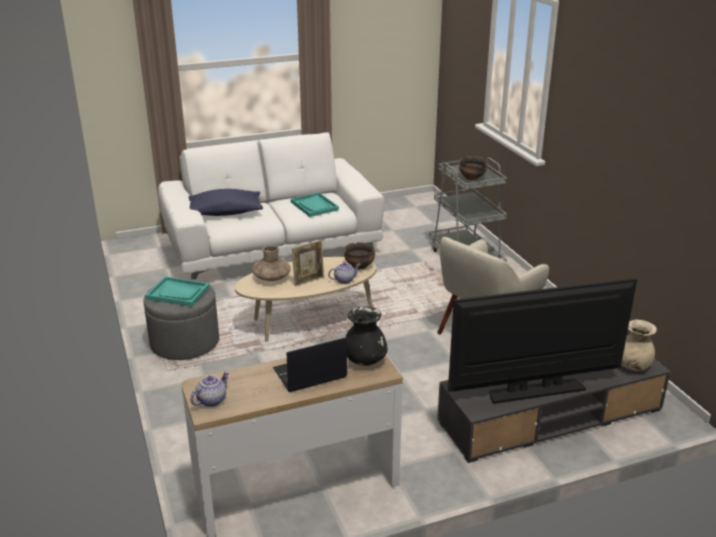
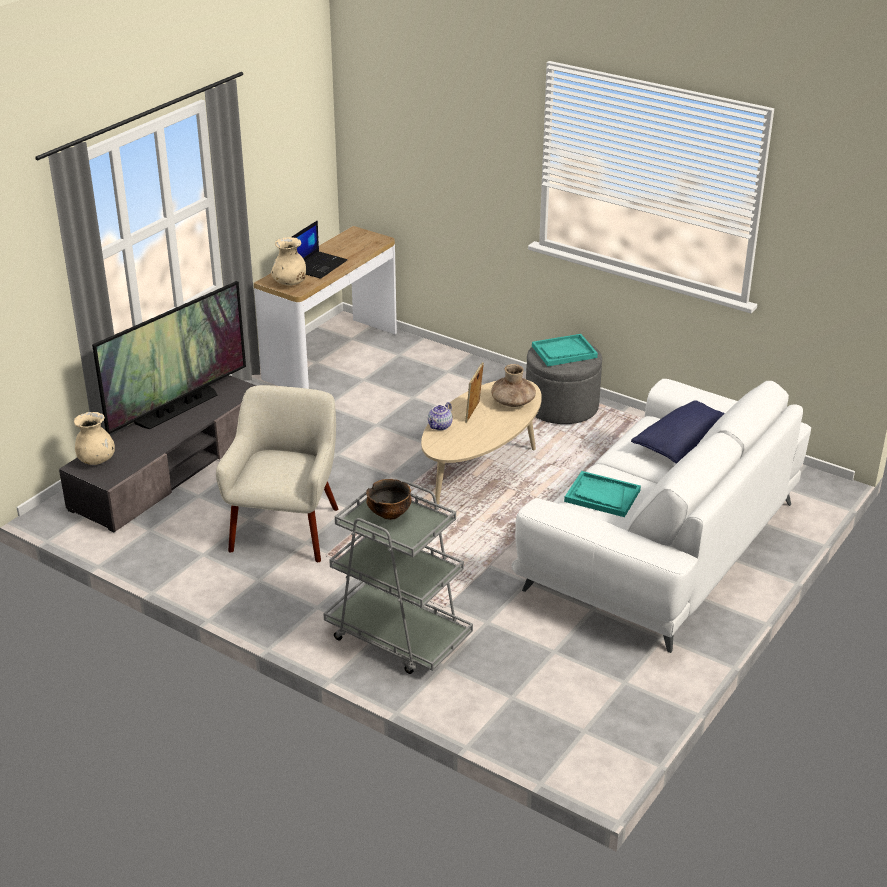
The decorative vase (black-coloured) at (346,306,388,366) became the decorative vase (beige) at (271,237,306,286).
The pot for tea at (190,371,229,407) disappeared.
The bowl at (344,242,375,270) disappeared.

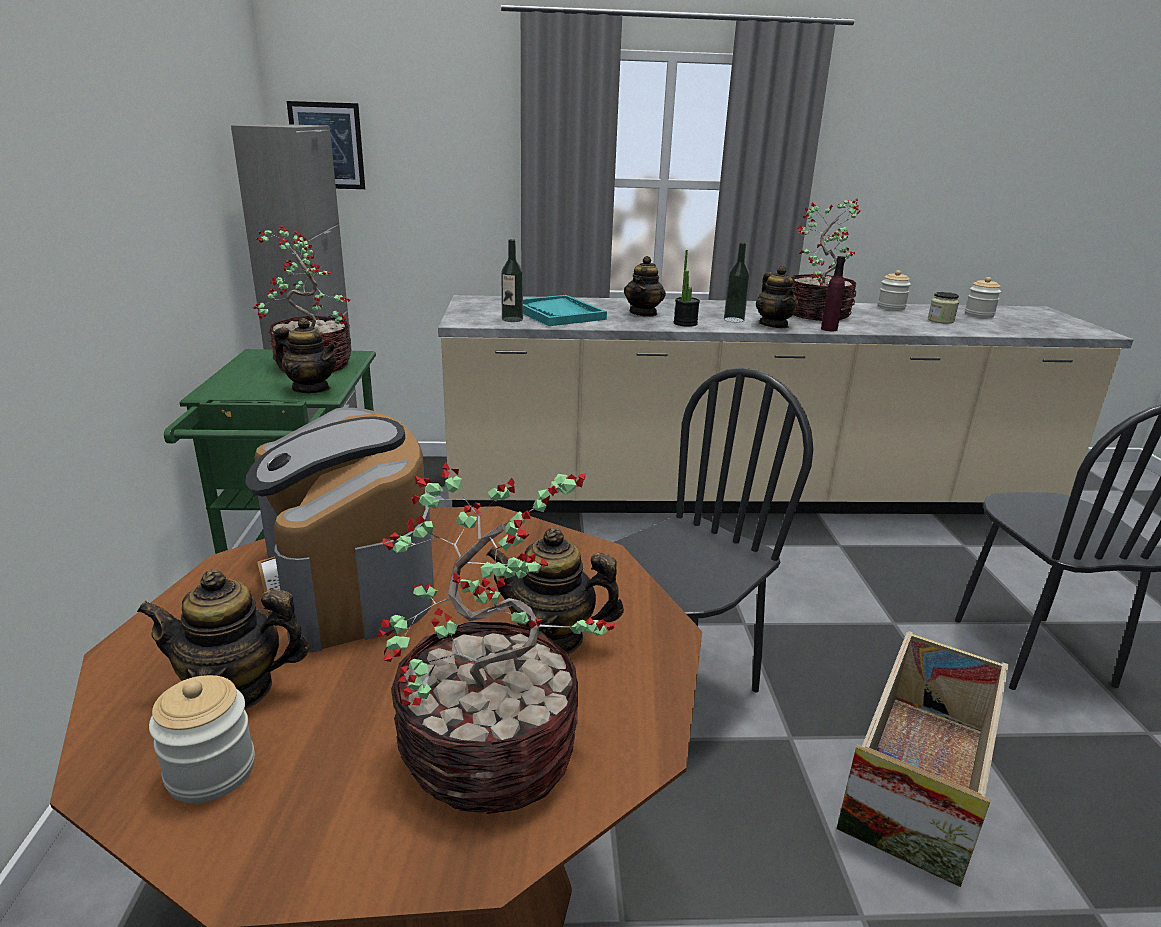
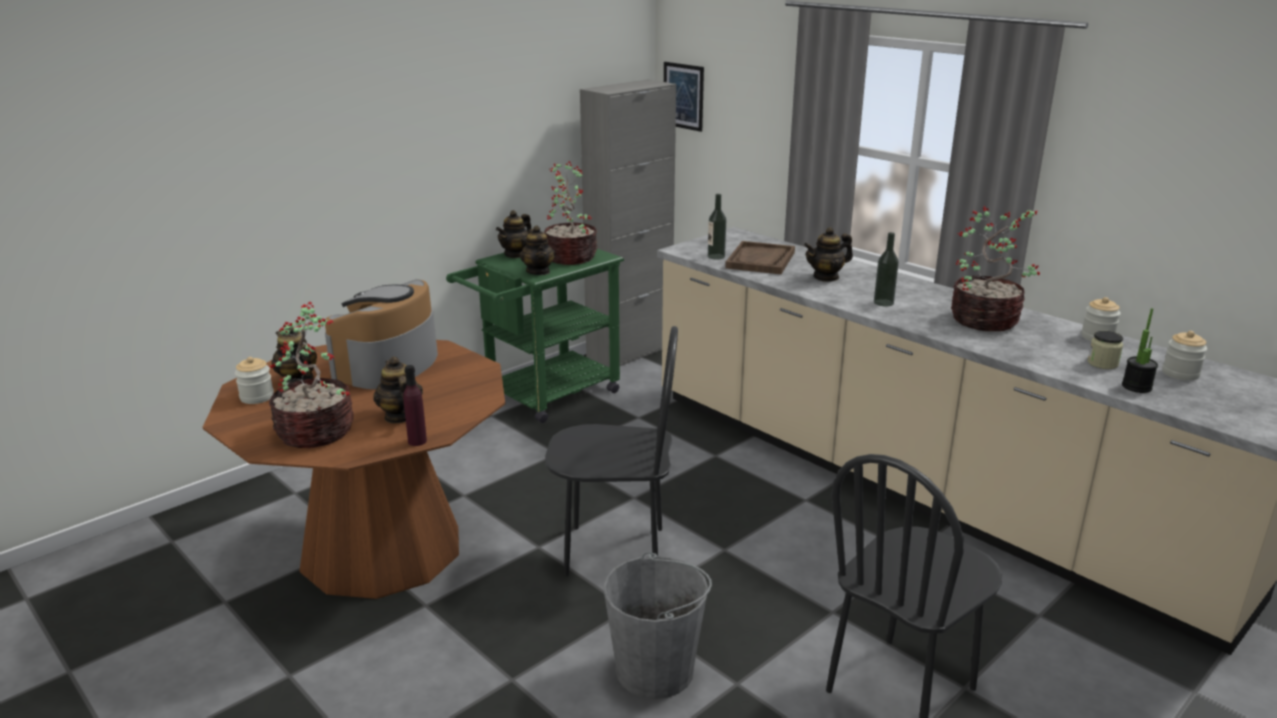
The drink bottle (purple) moved from (821,256,846,331) to (403,365,427,446).
The pot for tea moved from (756,266,798,328) to (496,210,531,258).
The packing crate at (837,631,1009,888) was replaced by the bucket (grey) at (603,552,712,699).
The serving tray (turquoise-coloured) at (523,295,607,326) became the serving tray (brownish) at (725,241,795,274).
The potted plant moved from (674,250,700,327) to (1122,308,1158,393).

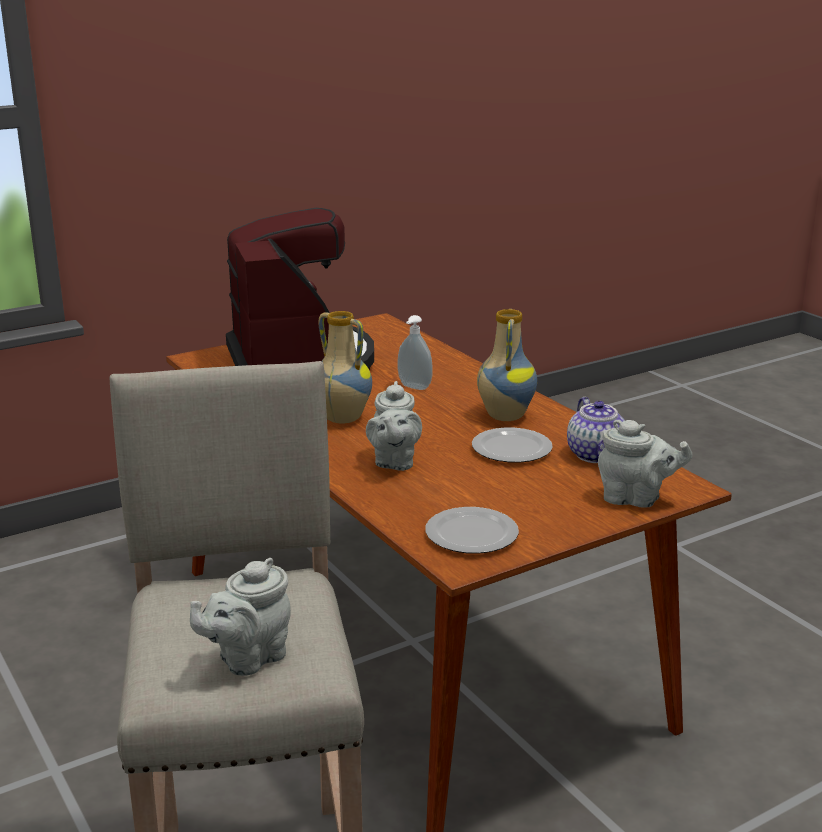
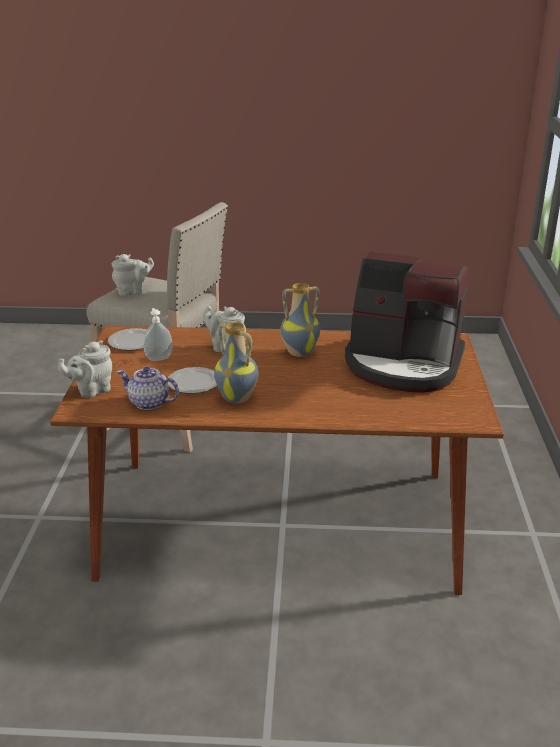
The pot for tea (grey) at (190,558,291,676) turned 75 degrees clockwise.
The soap dispenser moved from (397,315,433,390) to (144,308,172,361).

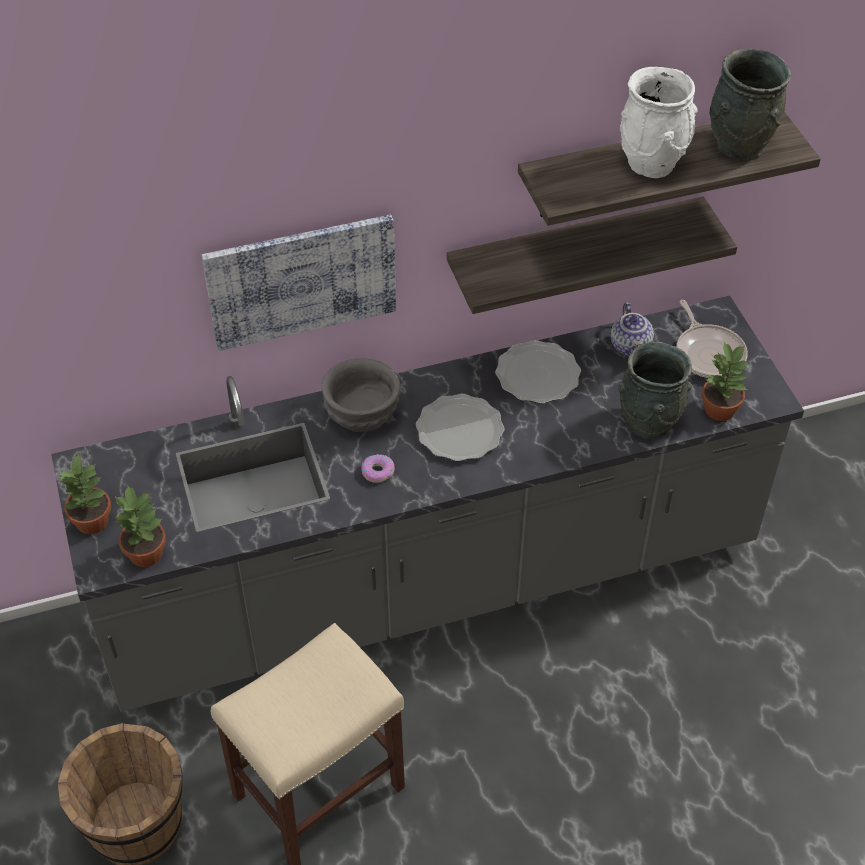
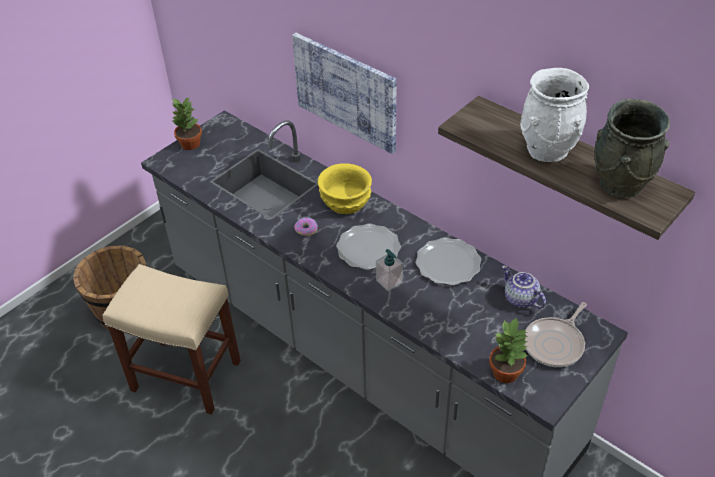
The bowl (grey) at (322,358,400,432) became the bowl (yellowish) at (318,163,372,214).
The soap dispenser at (376,249,403,291) appeared.
The pot for tea at (611,302,654,356) turned 90 degrees clockwise.
The potted plant at (114,485,166,567) disappeared.
The bracket shelf at (447,196,737,314) disappeared.
The decorative vase (grey) at (618,342,692,439) disappeared.

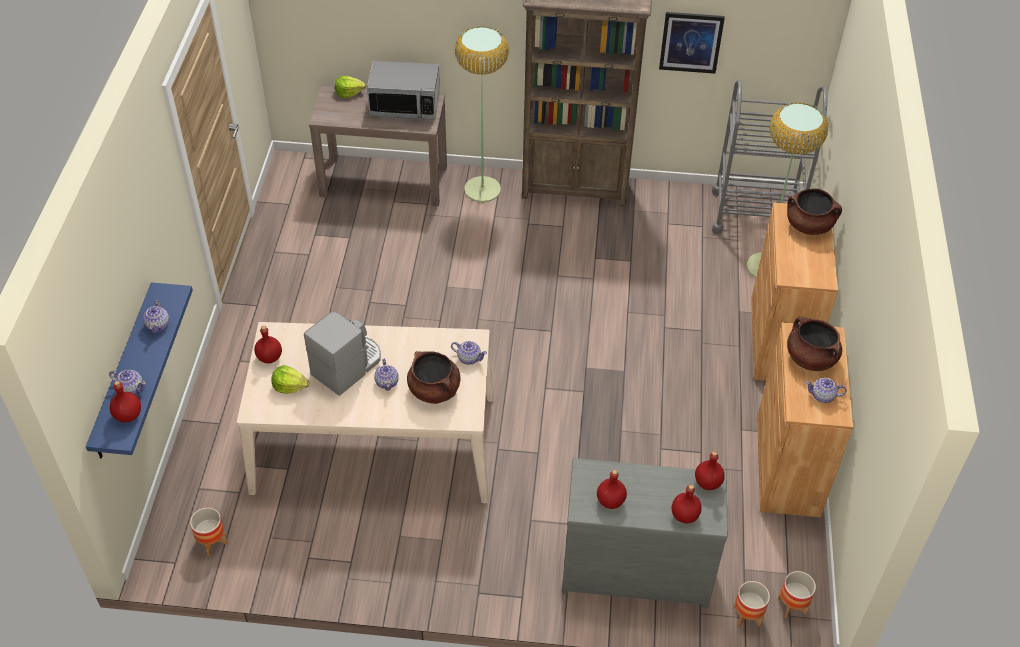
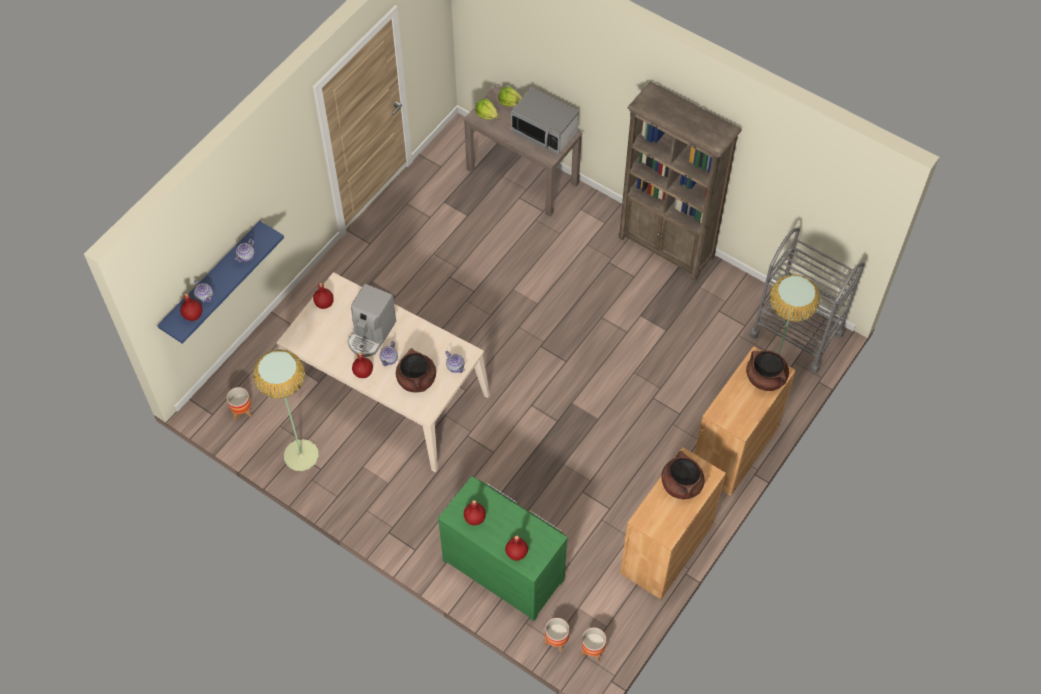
The standing lamp moved from (455,26,509,202) to (253,349,319,471).
The coffee maker at (304,312,381,396) turned 135 degrees clockwise.
The drink bottle (red-coloured) moved from (695,451,725,490) to (352,352,373,378).
The drawer chest (grey) at (562,458,727,608) became the drawer chest (green) at (438,476,568,622).
The lettuce head moved from (271,365,310,394) to (475,99,498,119).
The wall art at (659,12,725,74) disappeared.
The pot for tea at (805,378,847,403) disappeared.

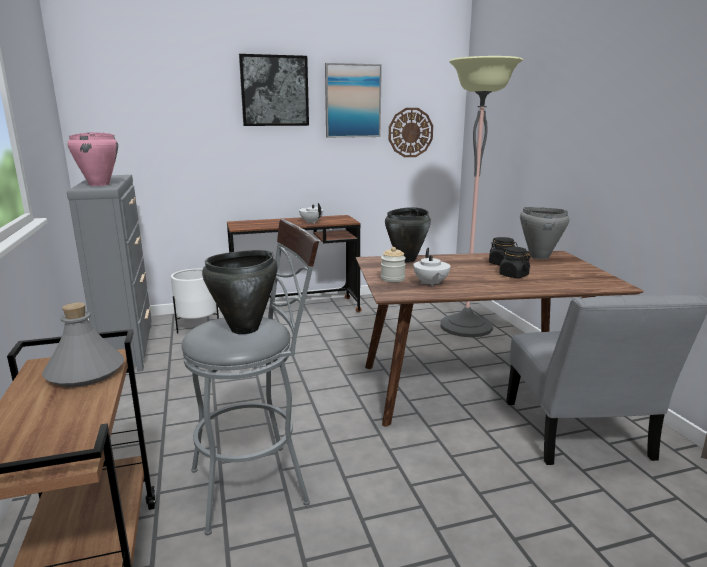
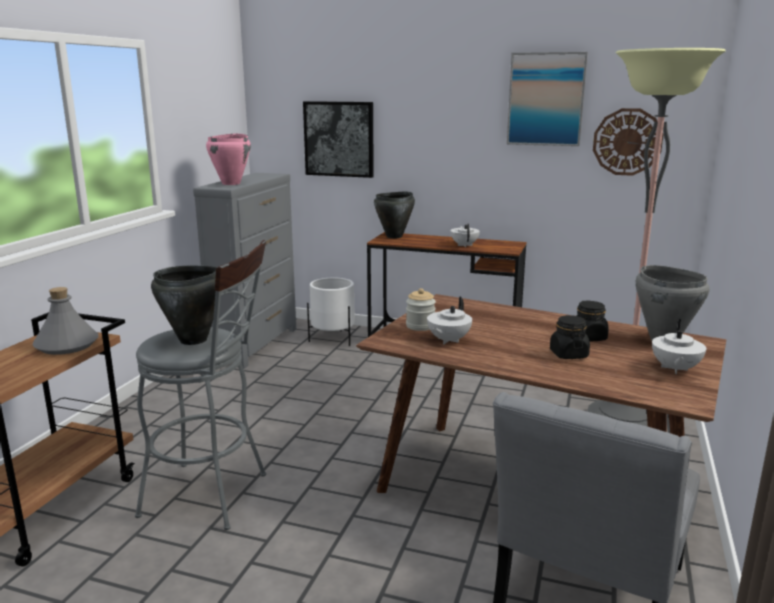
The wall art moved from (239,54,309,126) to (303,101,374,178).
The saucepot (black-coloured) moved from (385,207,431,262) to (374,192,415,238).
The pot for tea (white) at (652,319,706,374) appeared.

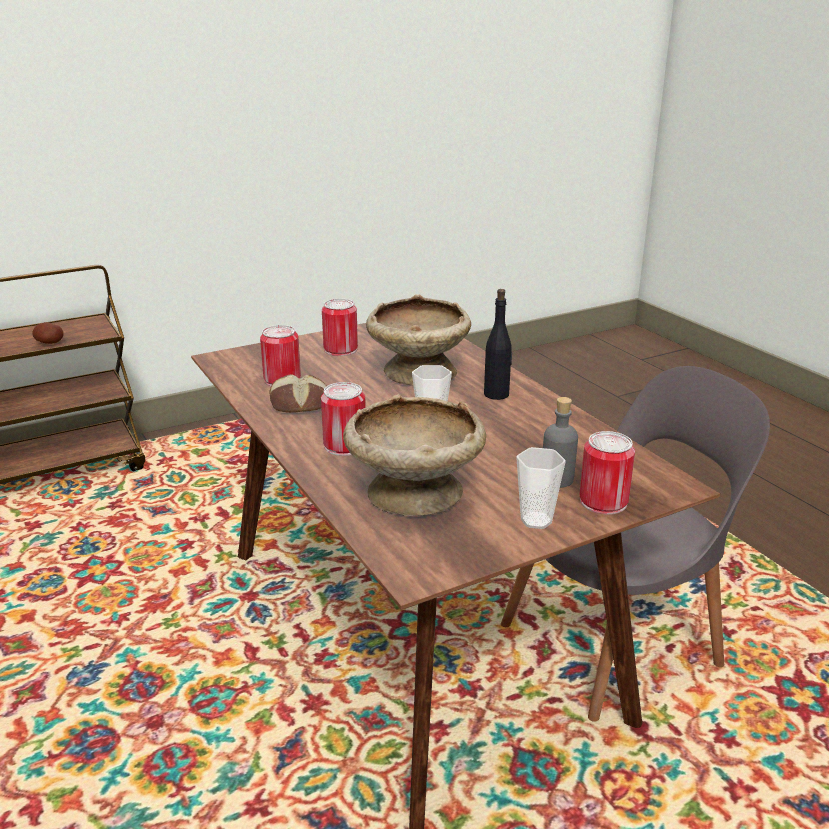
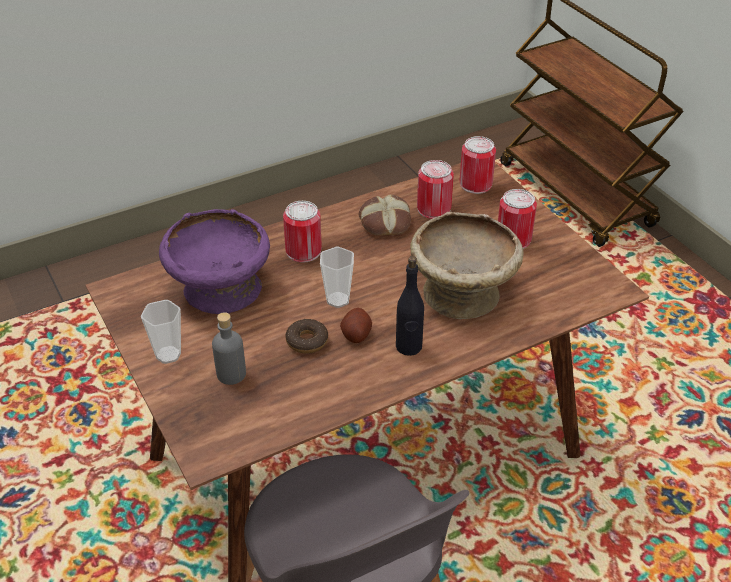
The bowl (beige) at (343,394,486,516) became the bowl (purple) at (159,209,270,314).
The donut at (285,319,328,354) appeared.
The whole potato moved from (32,322,64,344) to (340,308,372,343).
The sealed can moved from (580,431,635,515) to (459,136,496,194).

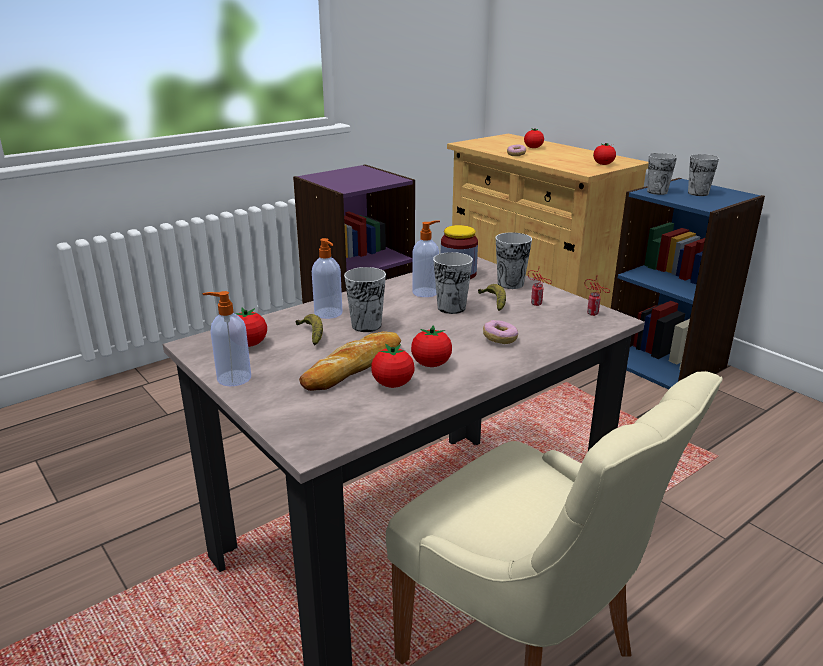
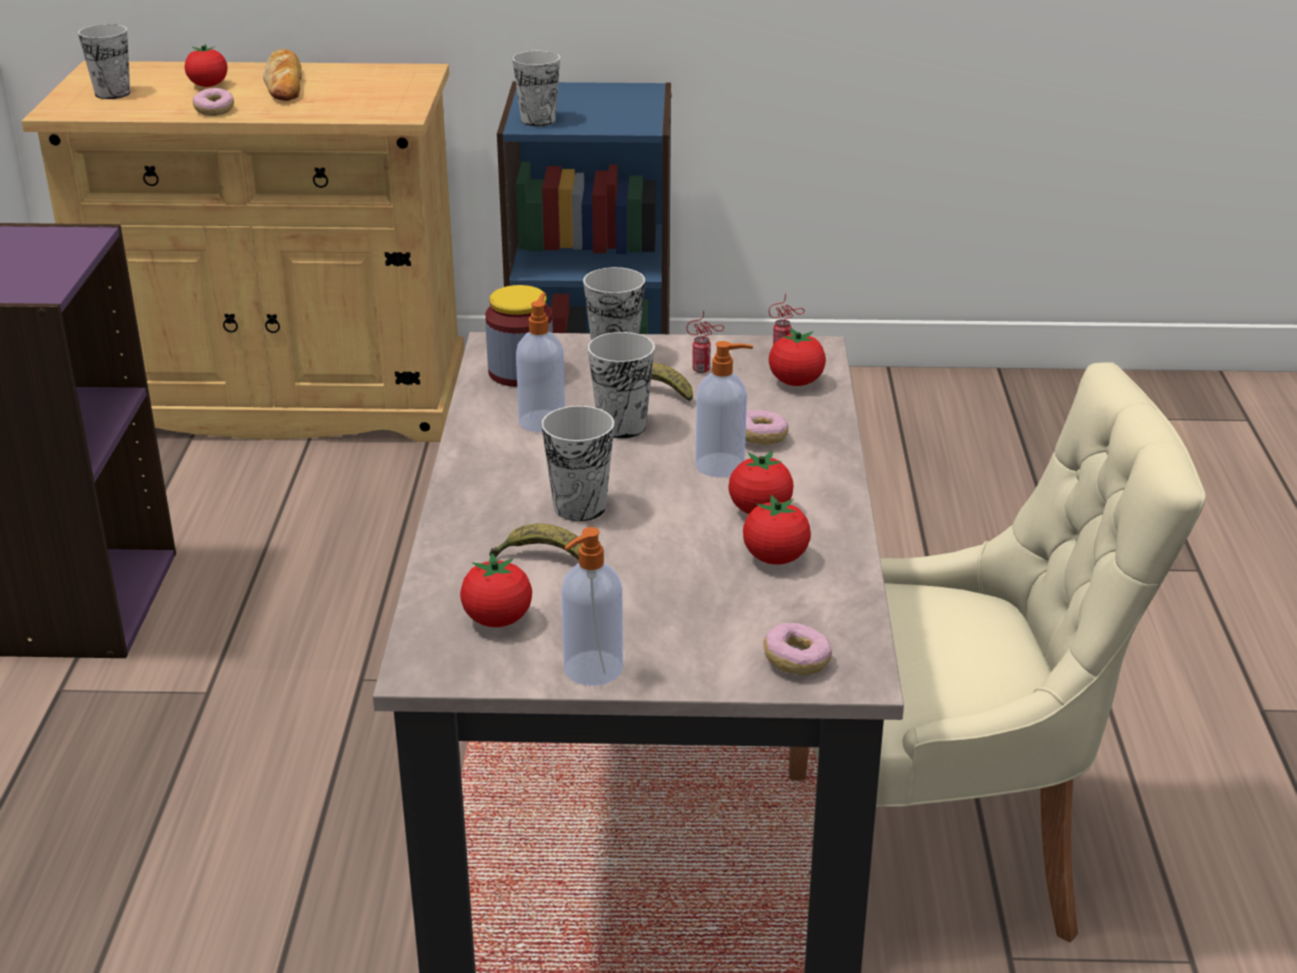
The drinking cup moved from (688,154,719,196) to (78,24,130,99).
The bread moved from (299,331,401,391) to (263,49,302,101).
The soap dispenser moved from (312,238,342,319) to (695,341,753,477).
The donut at (763,623,832,675) appeared.
The tomato moved from (593,143,616,165) to (769,328,826,386).

